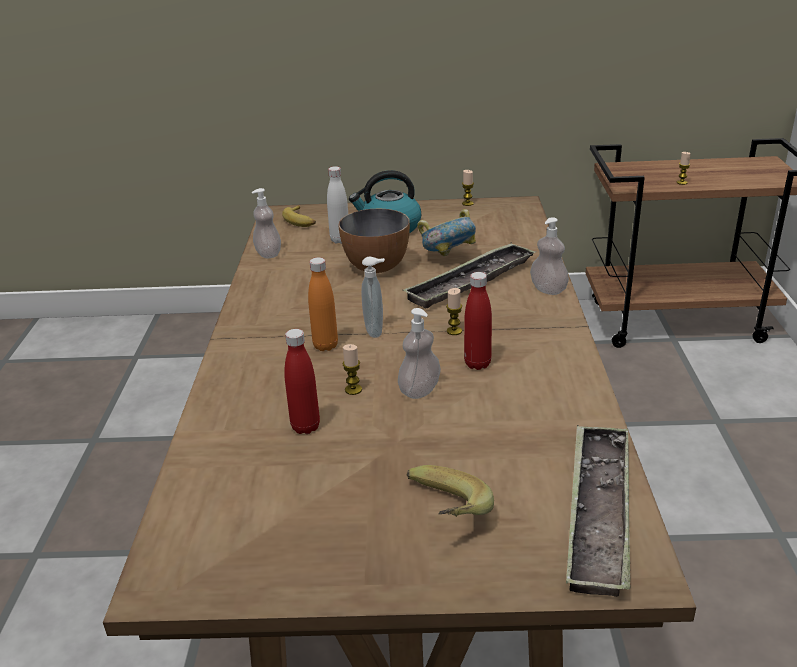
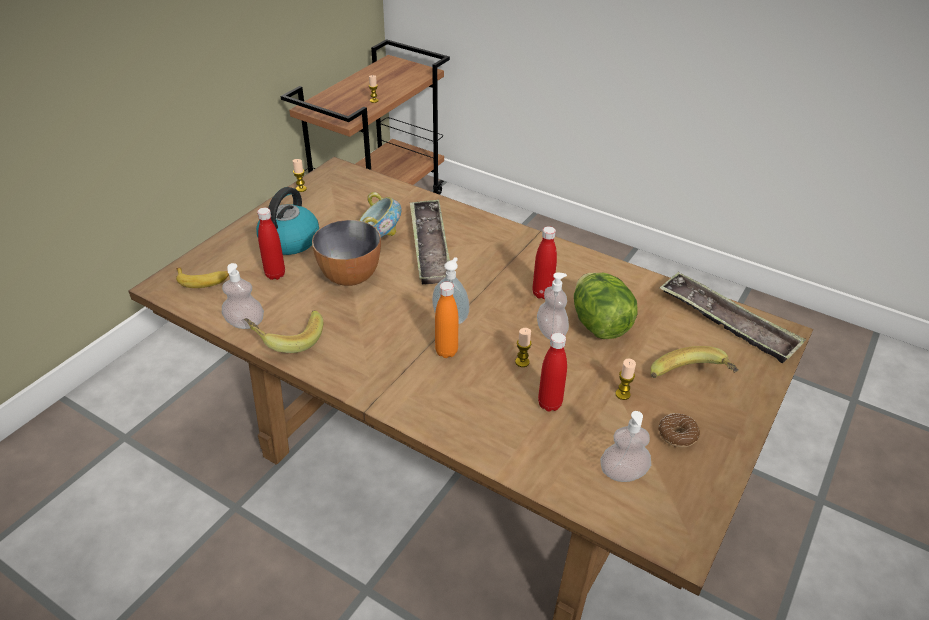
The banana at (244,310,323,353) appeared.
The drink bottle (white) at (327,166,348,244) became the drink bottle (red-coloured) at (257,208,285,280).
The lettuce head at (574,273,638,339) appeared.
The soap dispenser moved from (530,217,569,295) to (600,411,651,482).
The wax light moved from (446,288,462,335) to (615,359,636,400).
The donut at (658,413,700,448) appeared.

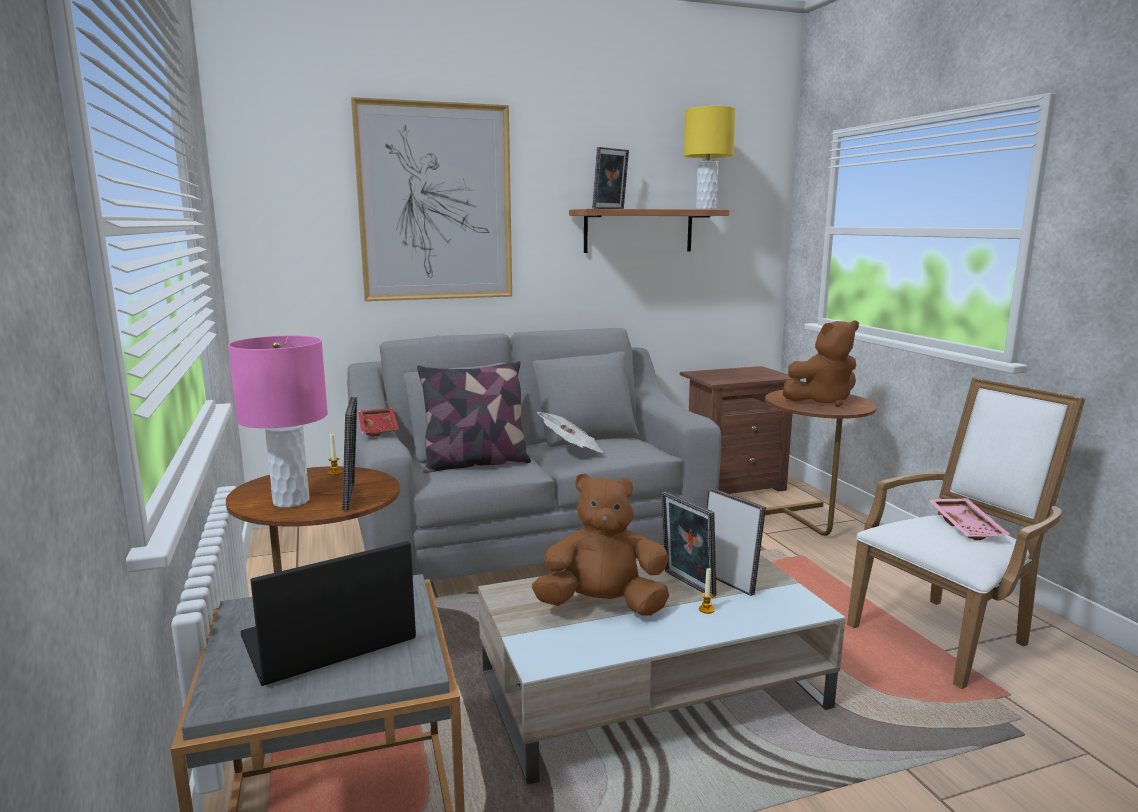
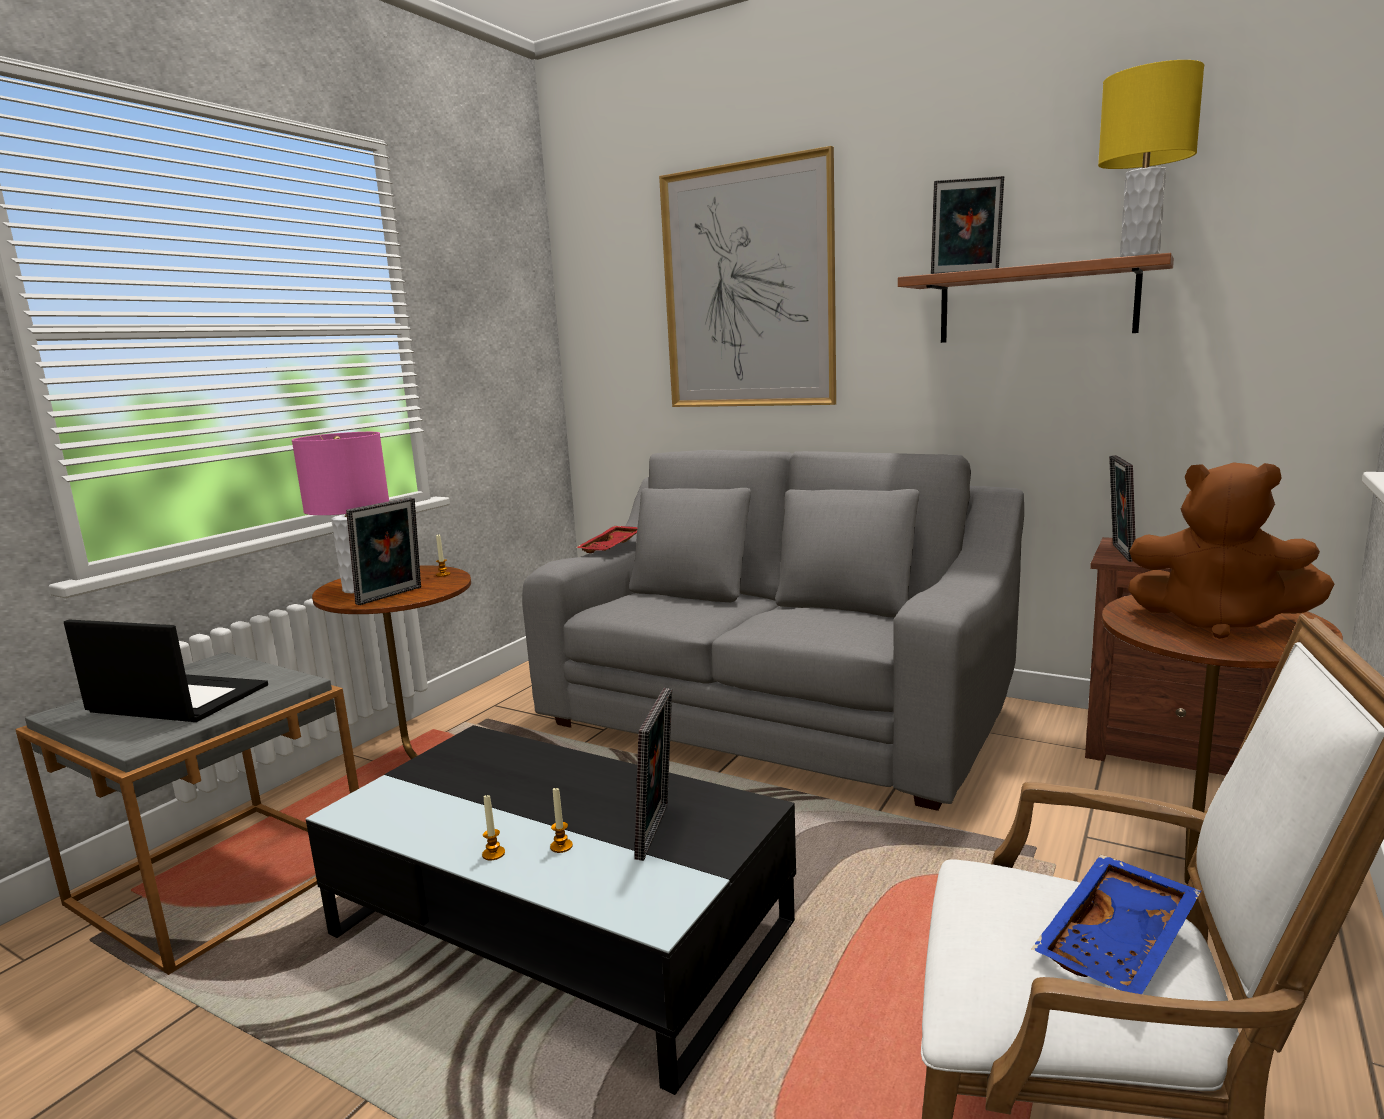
The coffee table (beige) at (478,554,845,785) became the coffee table (black-coloured) at (306,725,796,1095).
The wax light at (482,794,505,860) appeared.
The serving tray (pink) at (929,498,1011,540) became the serving tray (bluish) at (1031,854,1201,994).
The standing frame moved from (661,491,716,598) to (1109,455,1135,562).
The throw pillow at (417,361,531,473) disappeared.
The plush toy (brownish) at (532,473,669,616) disappeared.
The daily paper at (537,412,604,453) disappeared.

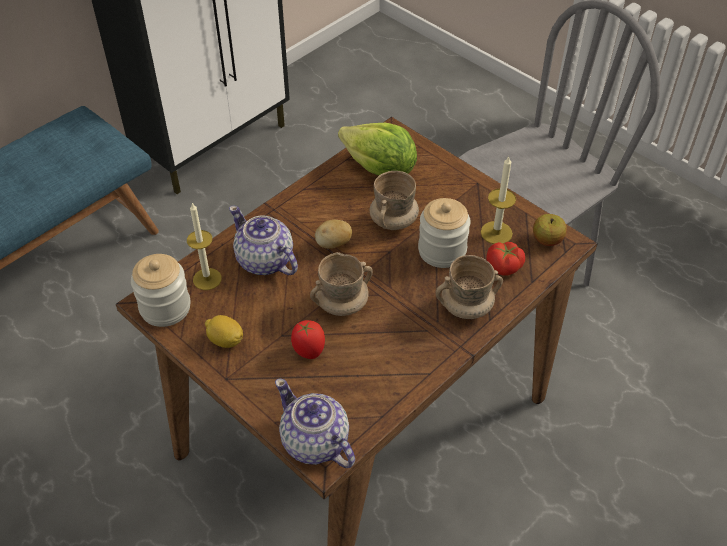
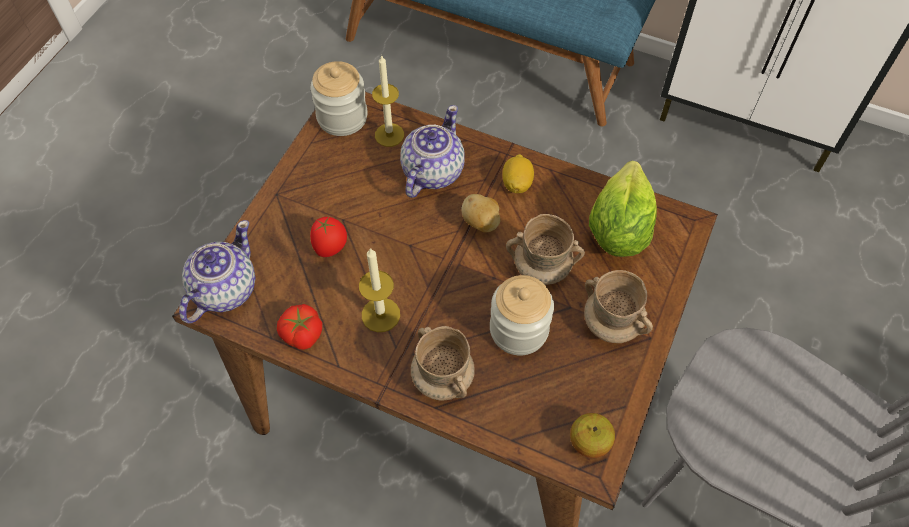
The tomato moved from (487,242,525,276) to (277,304,322,350).
The wax light moved from (481,156,516,244) to (359,248,400,332).
The lemon moved from (205,315,243,348) to (502,154,534,193).
The mug (beige) moved from (310,252,373,316) to (584,270,653,343).

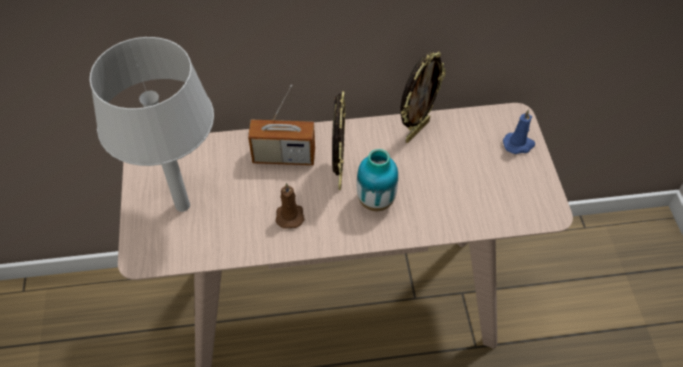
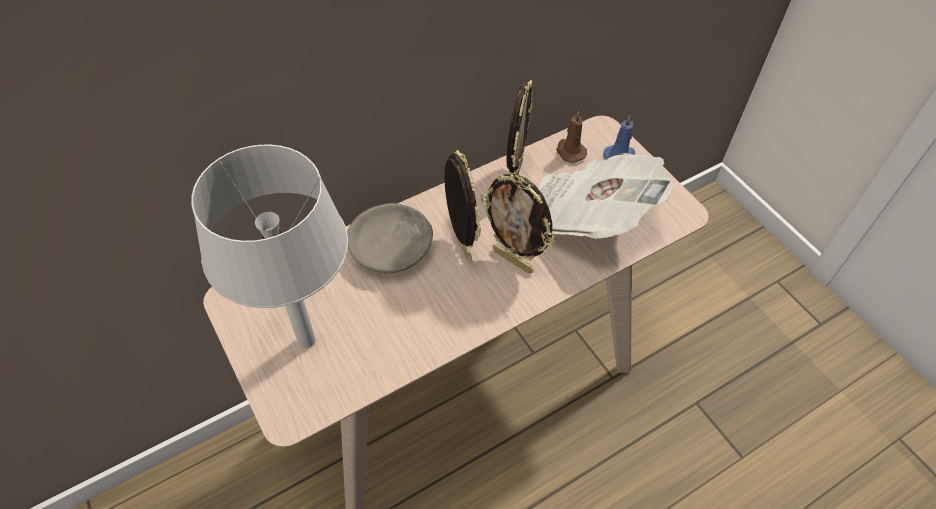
The radio set at (248,85,315,165) was replaced by the bowl (grey) at (347,203,433,273).
The decorative vase at (357,149,398,211) was replaced by the standing frame at (481,174,555,273).
The daily paper at (539,153,673,239) appeared.
The wax light (brownish) moved from (276,183,305,229) to (556,111,587,163).

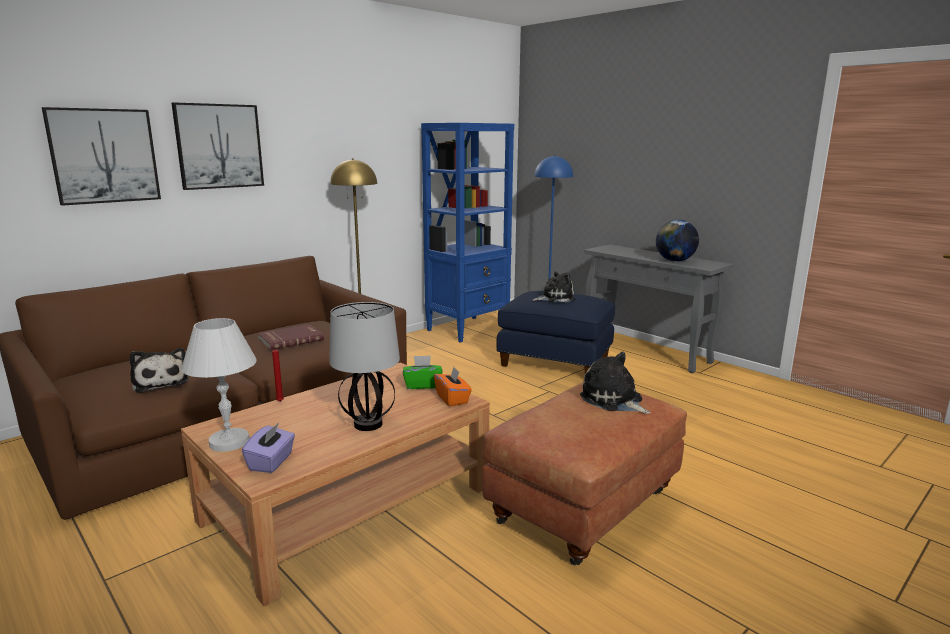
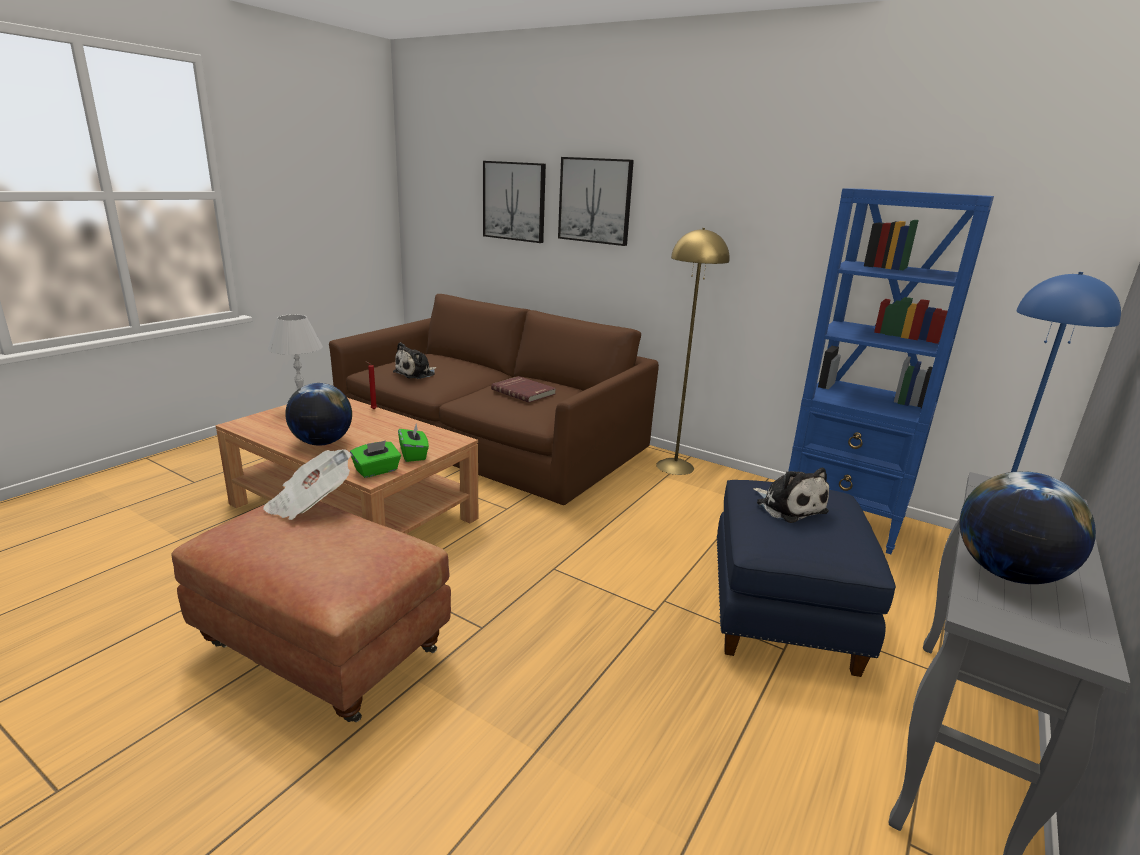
The daily paper at (263,449,352,520) appeared.
The lamp for a table at (329,302,400,431) was replaced by the desk globe at (285,383,352,446).
The box of tissues (orangey) at (434,367,472,407) became the box of tissues (green) at (350,440,401,478).
The box of tissues (purple) at (242,423,295,473) disappeared.
The plush toy at (580,352,651,414) disappeared.

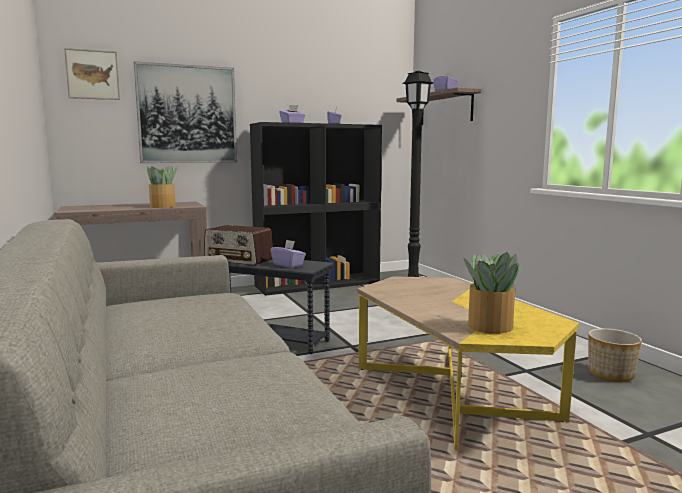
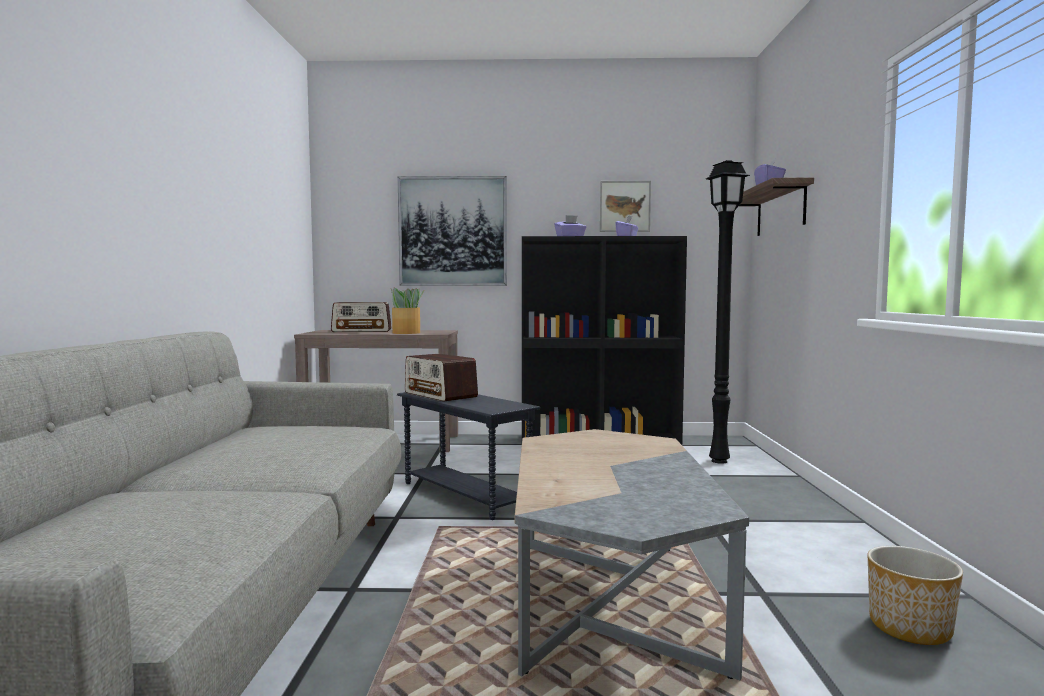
The radio set at (331,302,392,332) appeared.
The coffee table (yellowish) at (357,276,579,451) became the coffee table (grey) at (515,429,749,680).
The wall art moved from (64,48,120,100) to (600,181,651,232).
The box of tissues (purple) at (270,240,306,268) disappeared.
The potted plant at (463,252,519,334) disappeared.

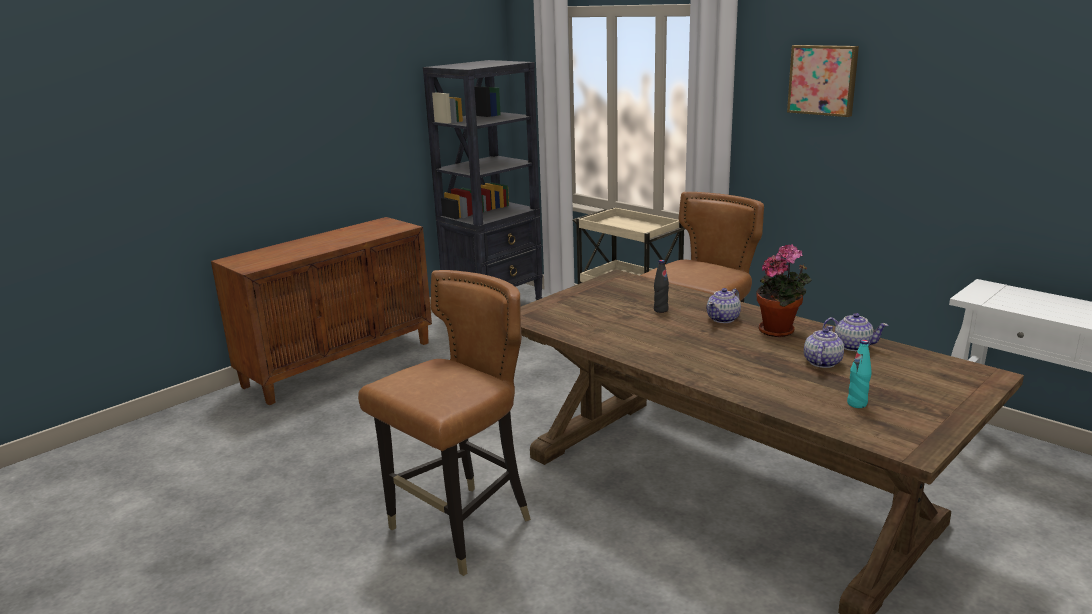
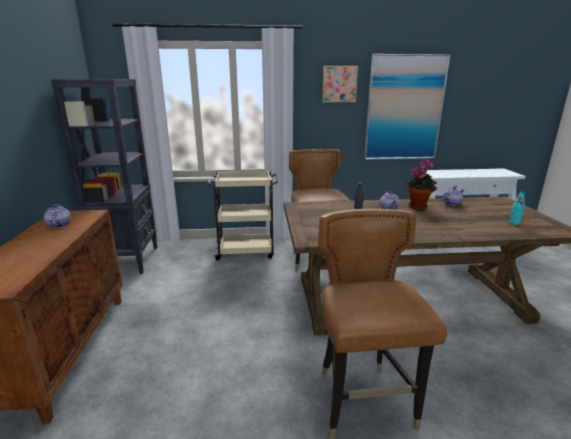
The pot for tea moved from (804,326,844,368) to (44,204,71,228).
The wall art at (364,54,450,160) appeared.

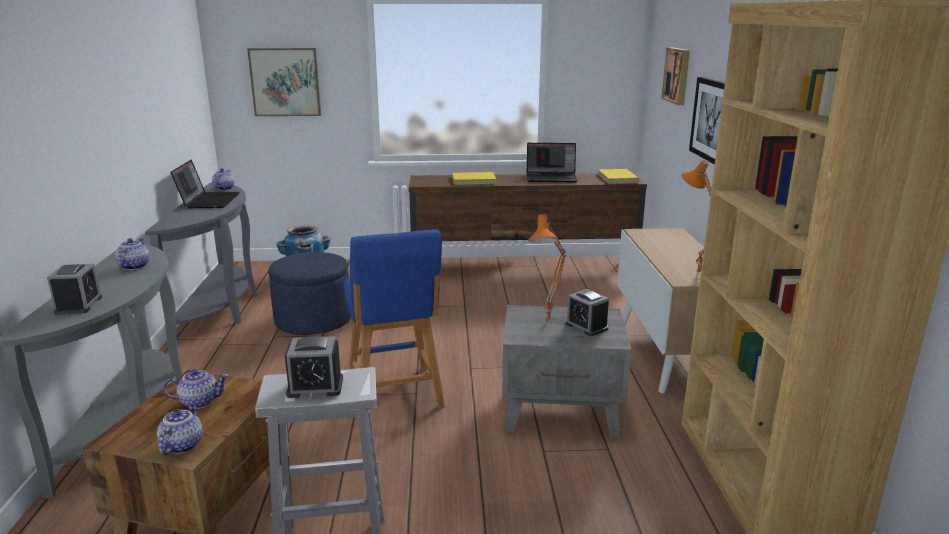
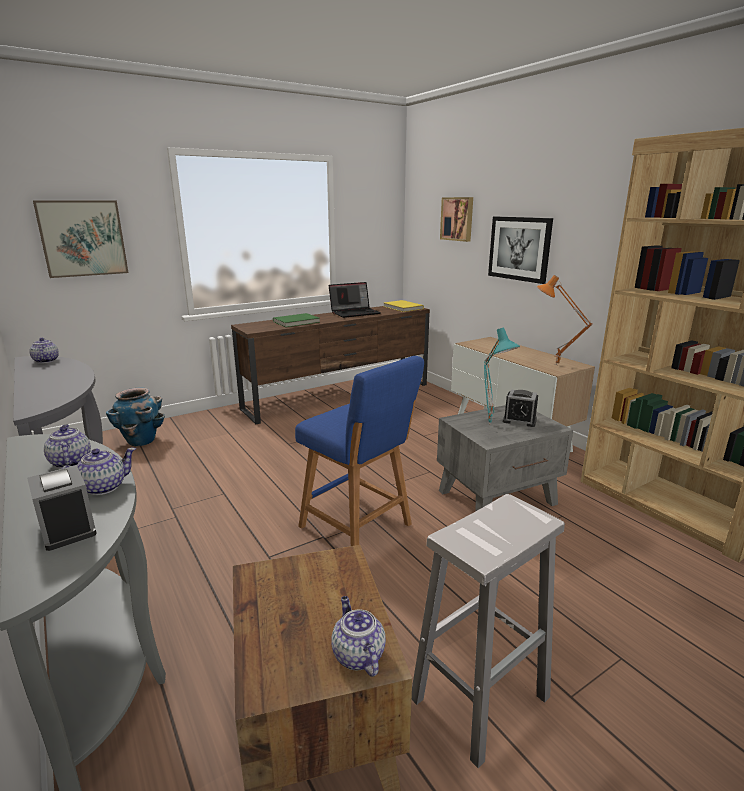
The pot for tea moved from (163,369,229,409) to (61,448,136,495).
The book (yellowish) at (452,172,496,185) became the book (green) at (273,313,320,327).
The lamp for a table (orangey) at (528,214,567,323) became the lamp for a table (turquoise-coloured) at (484,327,520,425).
The notebook computer at (170,160,240,208) disappeared.
The pouffe (bluish) at (268,252,351,335) disappeared.
The alarm clock at (285,336,343,398) disappeared.

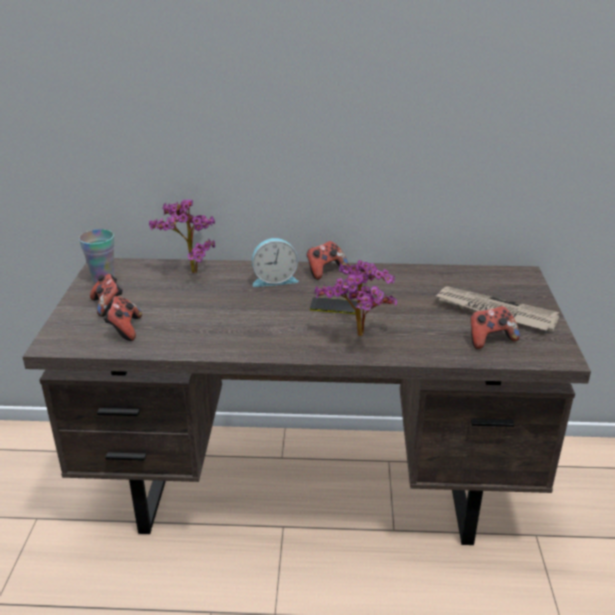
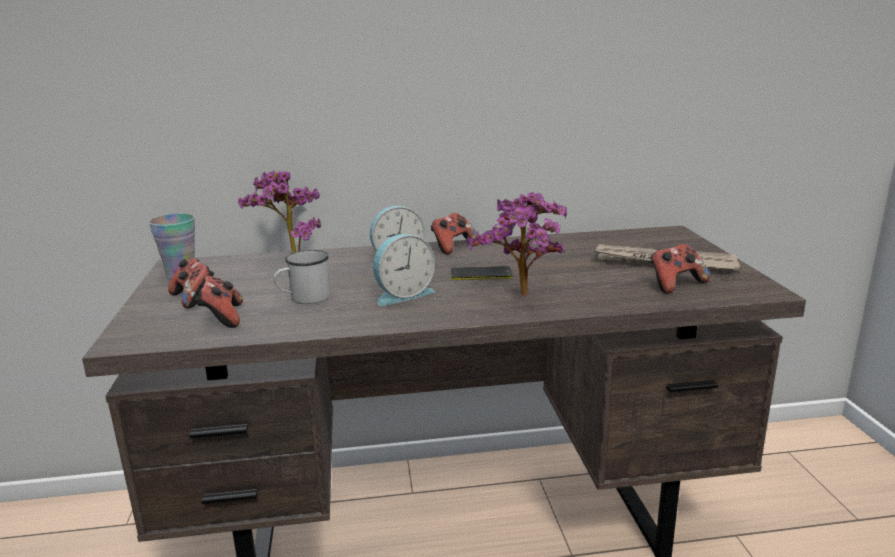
The mug (white) at (274,250,331,304) appeared.
The alarm clock at (373,234,436,306) appeared.

